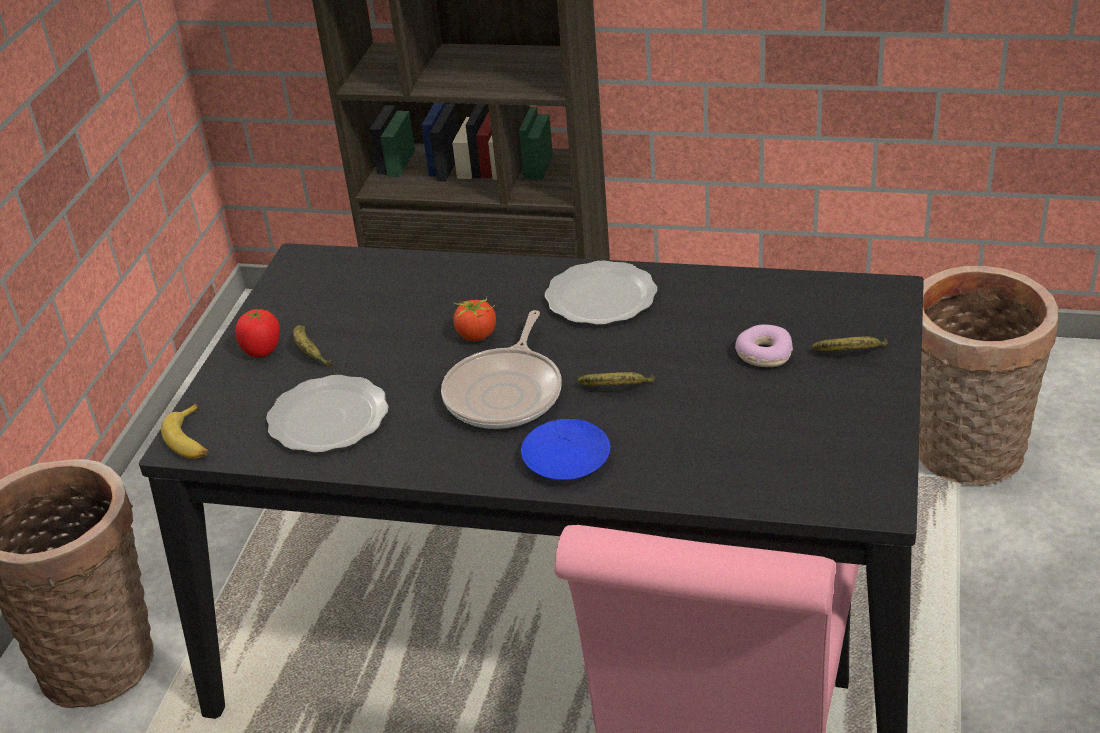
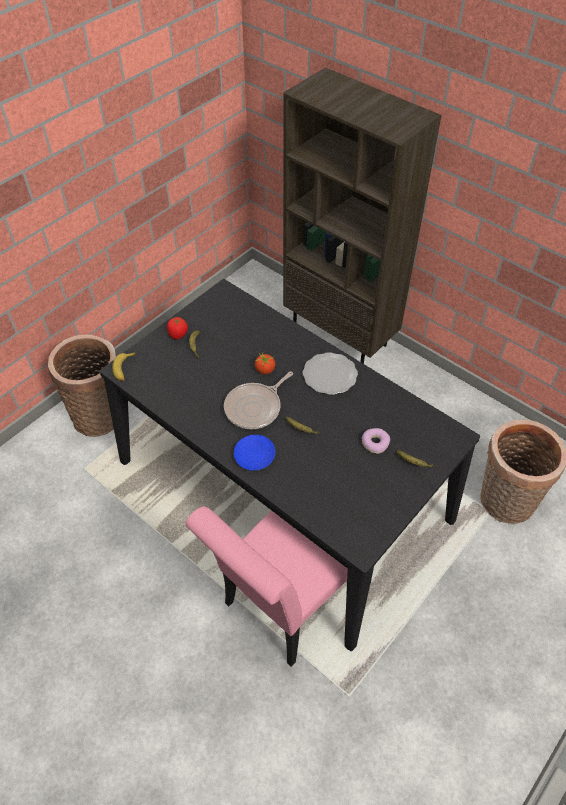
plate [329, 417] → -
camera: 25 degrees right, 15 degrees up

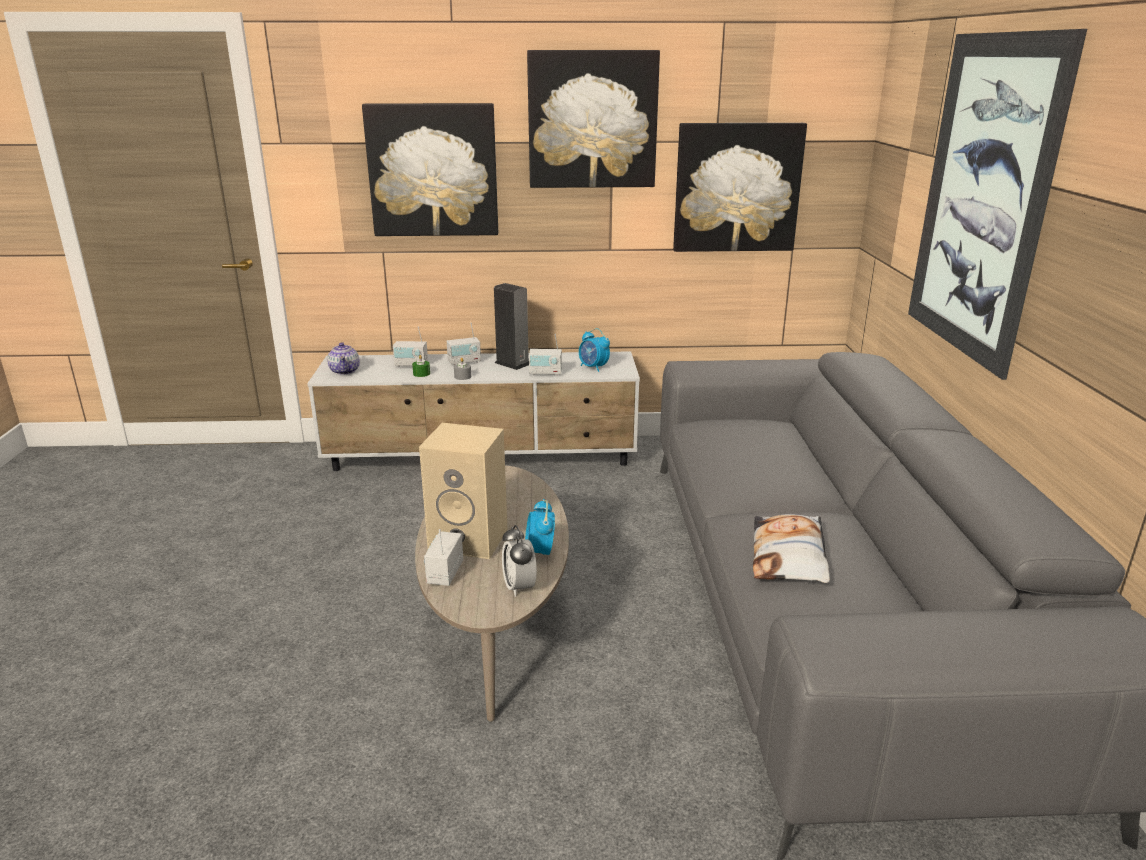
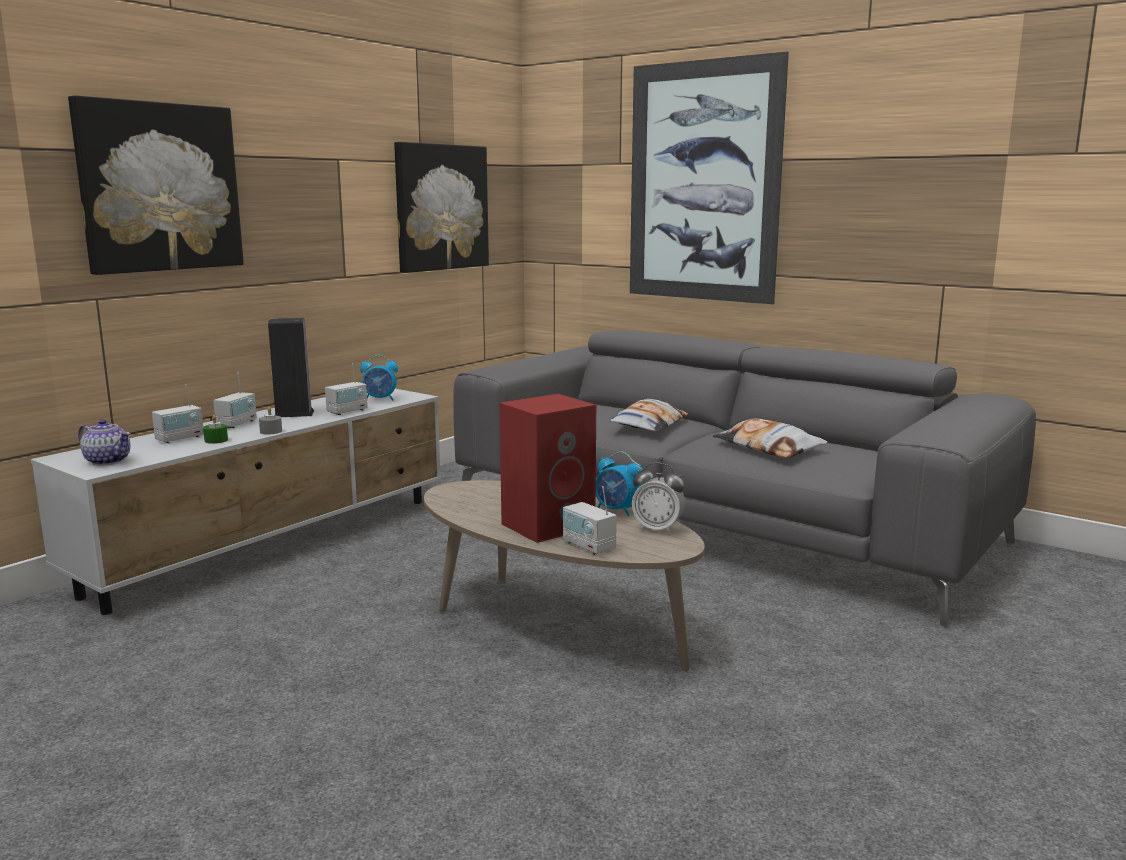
beige_speaker [470, 539] → red_speaker [548, 524]
picture [592, 120] → -
- → pillow [649, 425]
camera: 50 degrees left, 10 degrees down

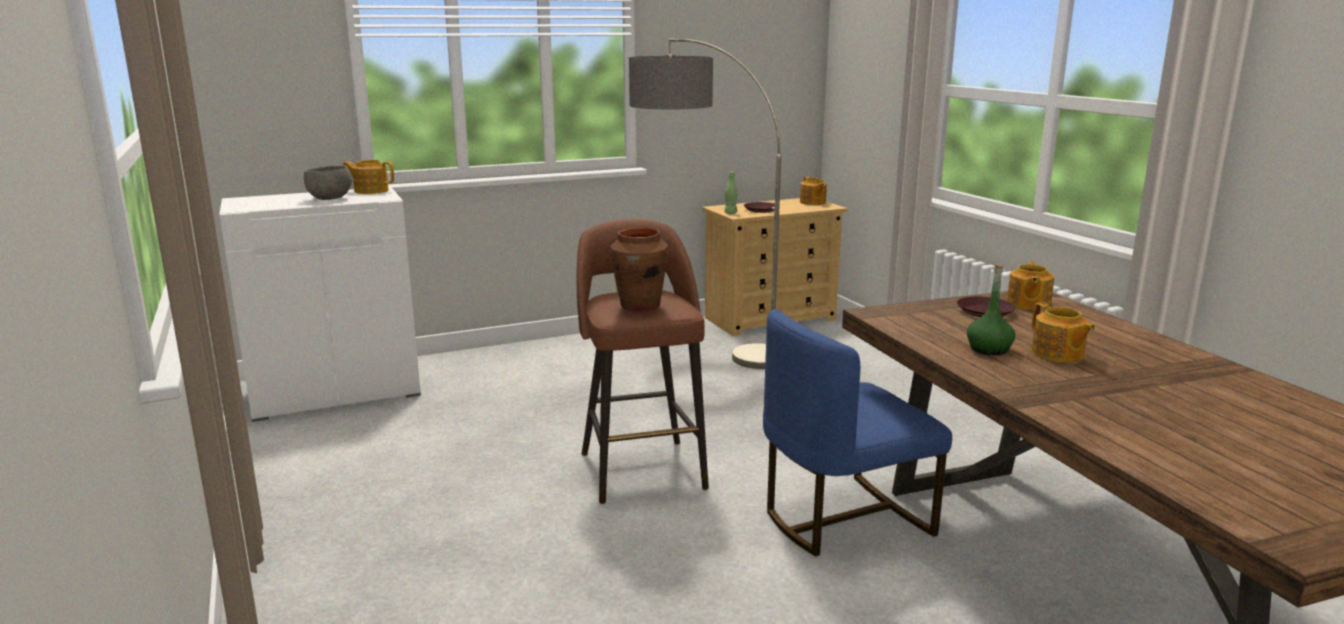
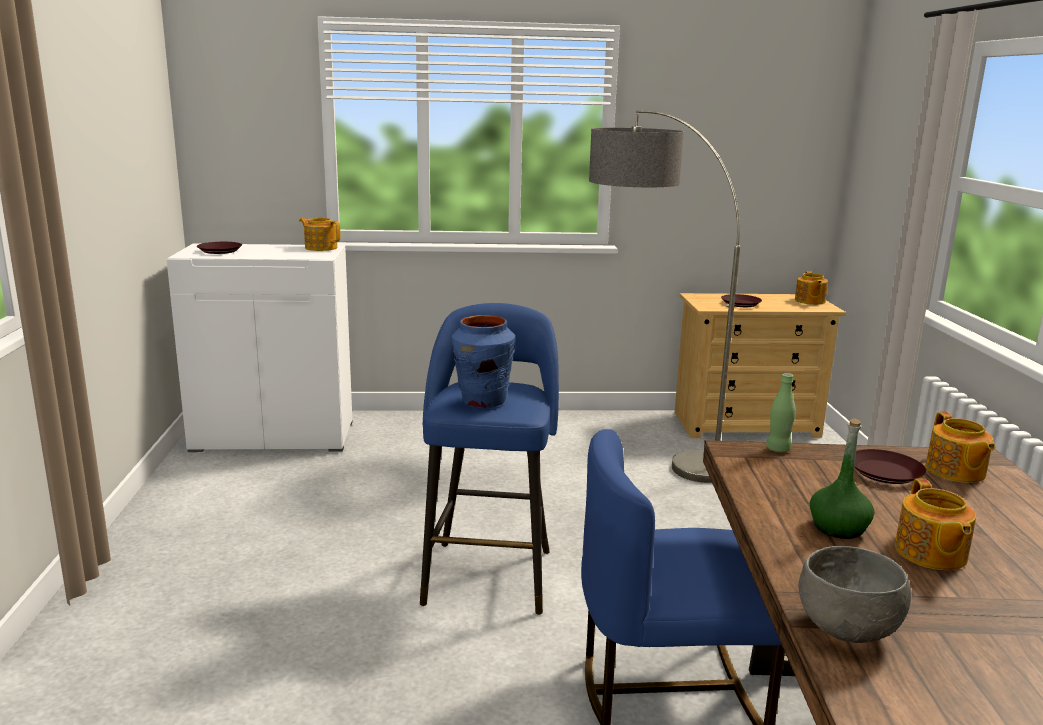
grey_bowl [330, 199] → grey_bowl [847, 629], shifted
brown_stool [641, 468] → blue_stool [489, 574]
brown_vase [640, 306] → blue_vase [483, 401]
green_bottle [730, 213] → green_bottle [778, 449], shifted
teapot [1027, 304] → teapot [955, 471], 45 degrees counterclockwise
- → brown_plate [220, 251]
camera: 20 degrees right, 0 degrees up

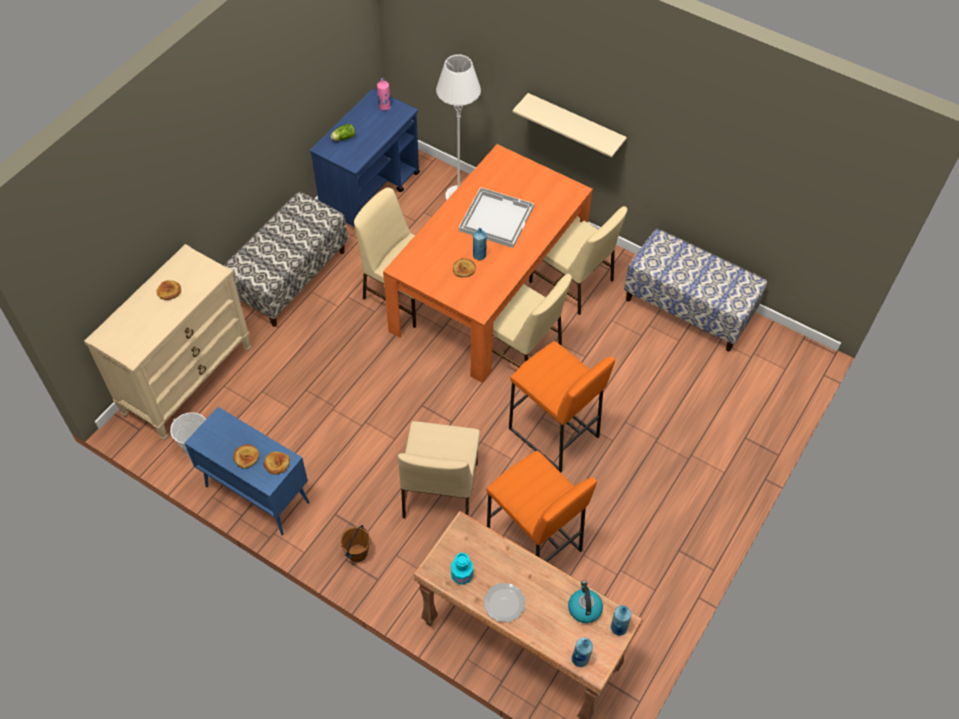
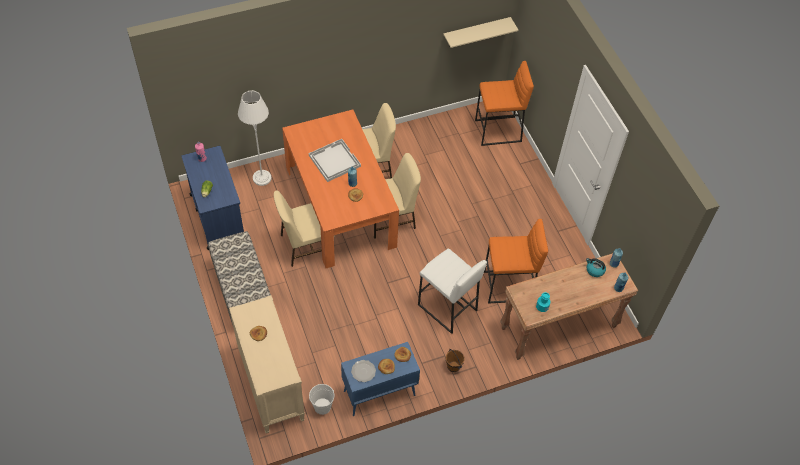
beige_chair [439, 491] → white_stool [447, 308]
plate [505, 603] → plate [363, 371], shifted
orange_stool [553, 433] → orange_stool [498, 131], shifted
beige_shelf [575, 125] → beige_shelf [476, 32], shifted
bench [688, 308] → -
camera: 55 degrees left, 0 degrees up

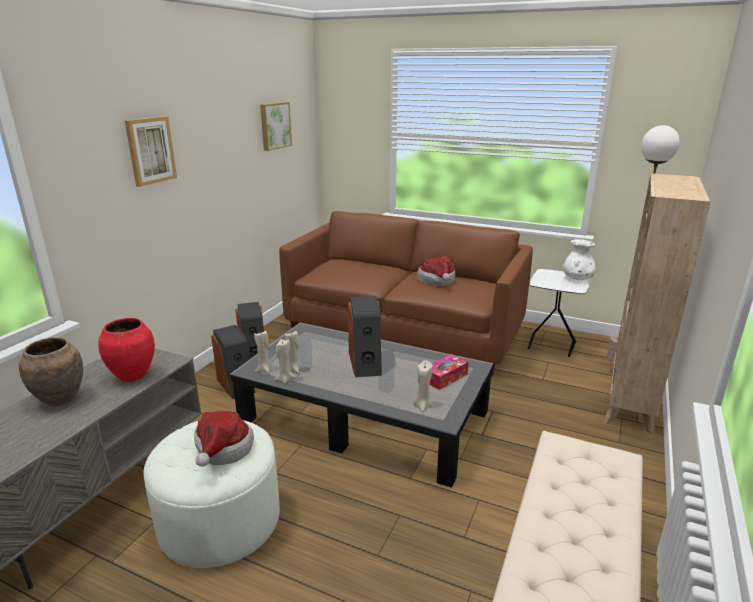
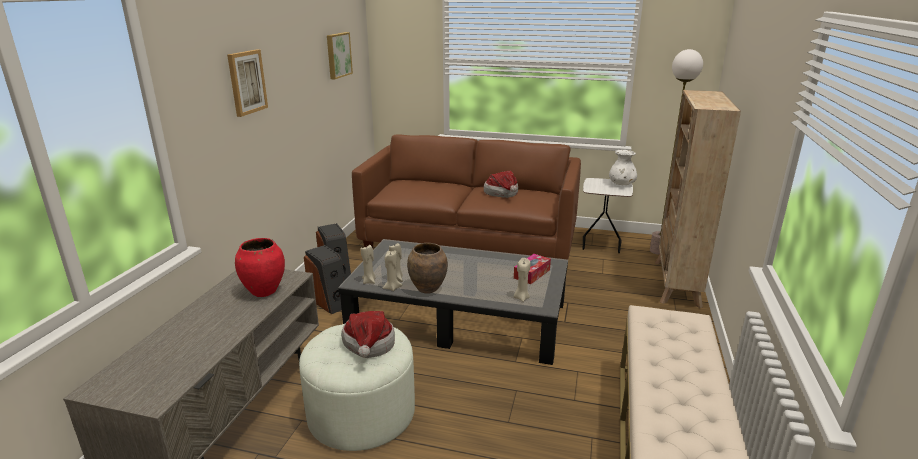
brown_vase [61, 399] → brown_vase [428, 288], shifted
speaker [366, 363] → -
camera: 10 degrees left, 0 degrees up

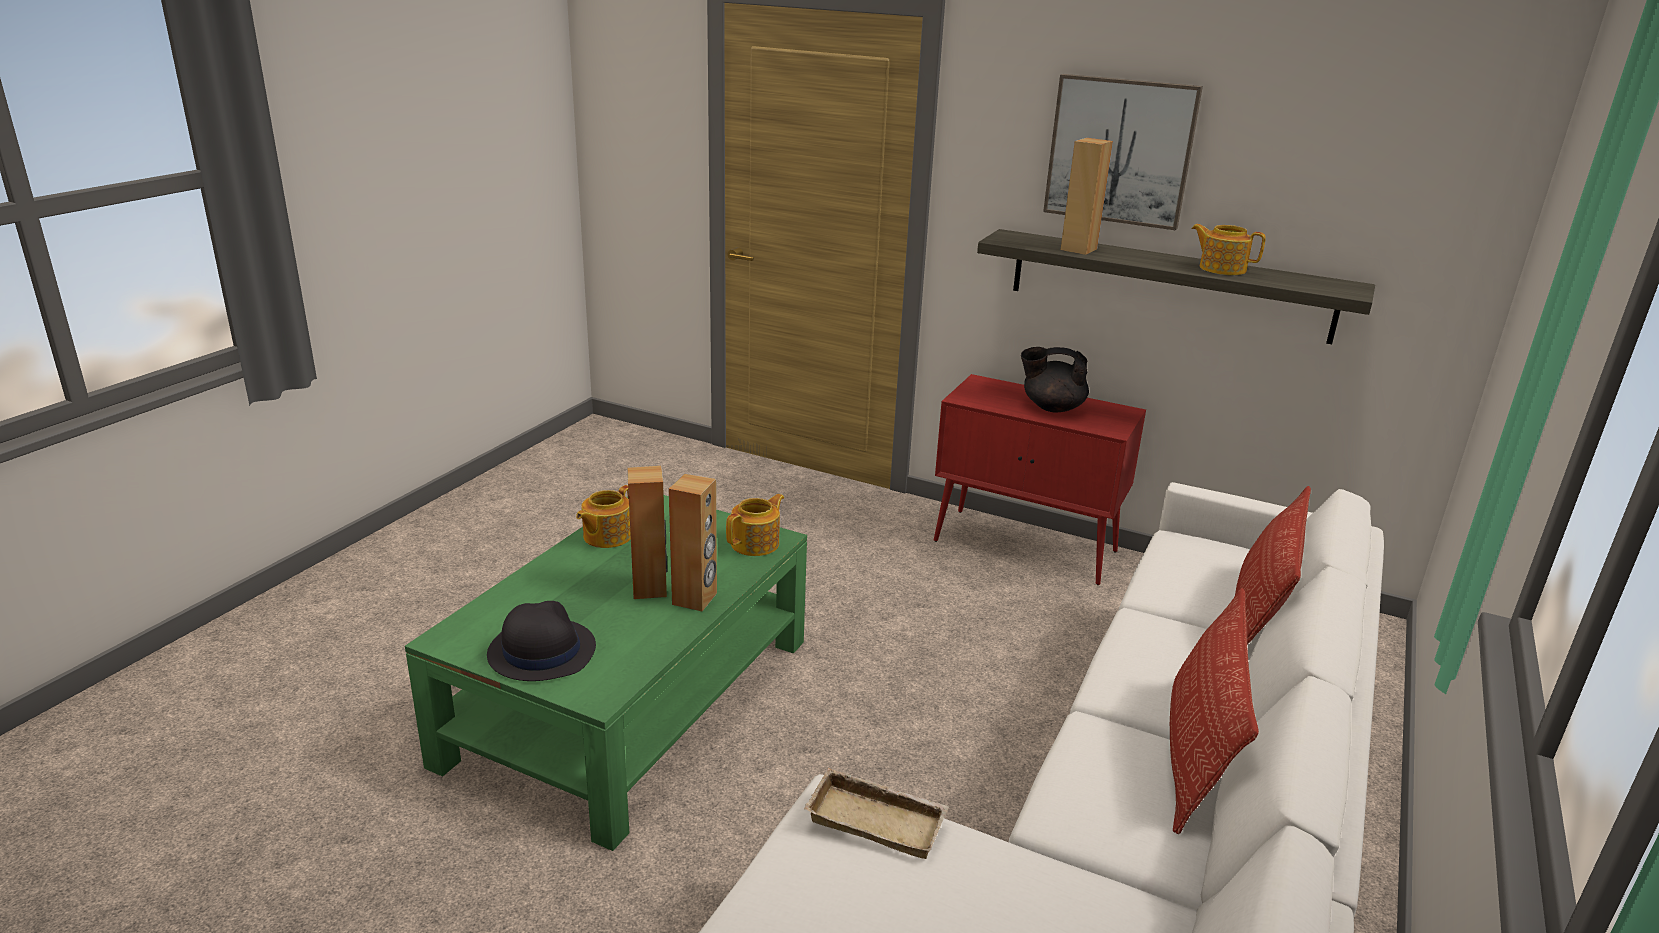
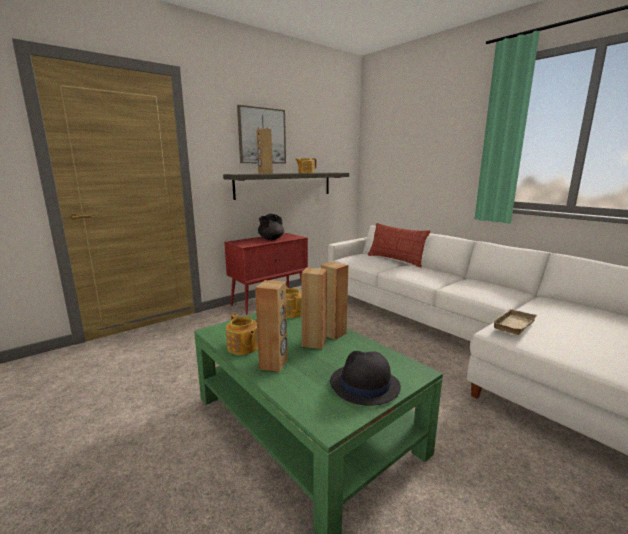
pillow [1196, 754] → -
- → brown_speaker [274, 364]
camera: 65 degrees left, 10 degrees down

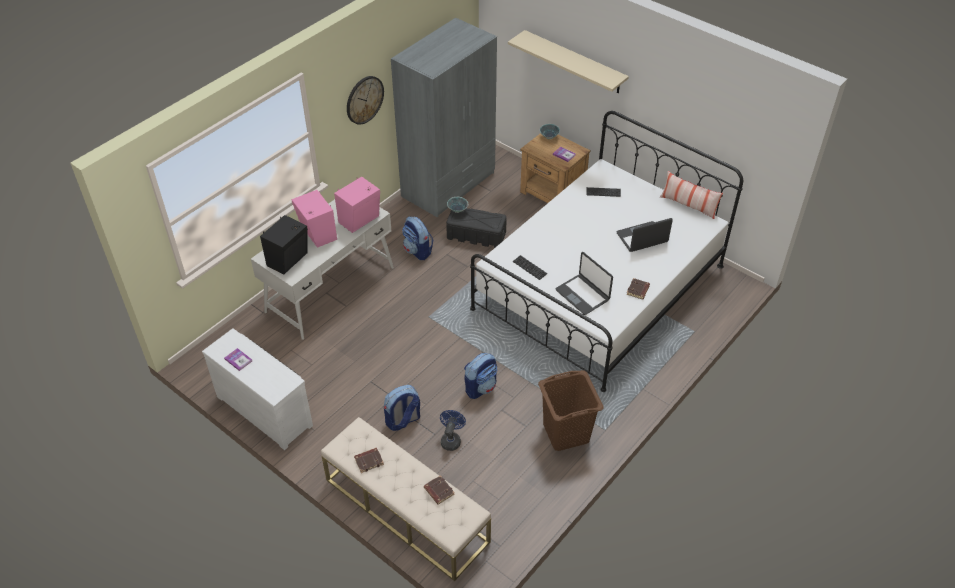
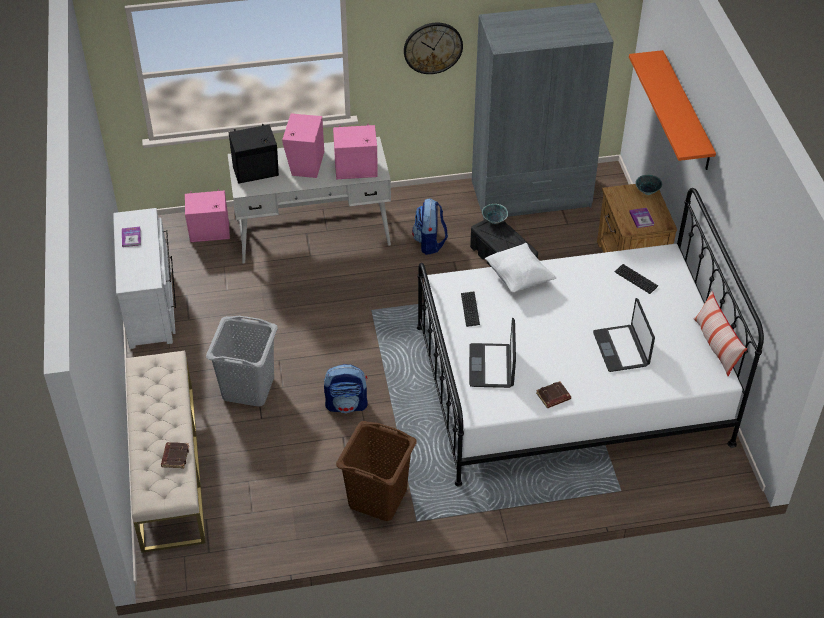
brown_book [369, 461] → -
backpack [403, 420] → grey_laundry_basket [248, 388]
blue_fan [451, 439] → -
beige_shelf [574, 62] → orange_shelf [686, 111]
laptop [642, 238] → laptop [621, 349], 120 degrees counterclockwise
- → pink_speaker [210, 234]
- → white_pillow [518, 278]
camera: 40 degrees right, 0 degrees up

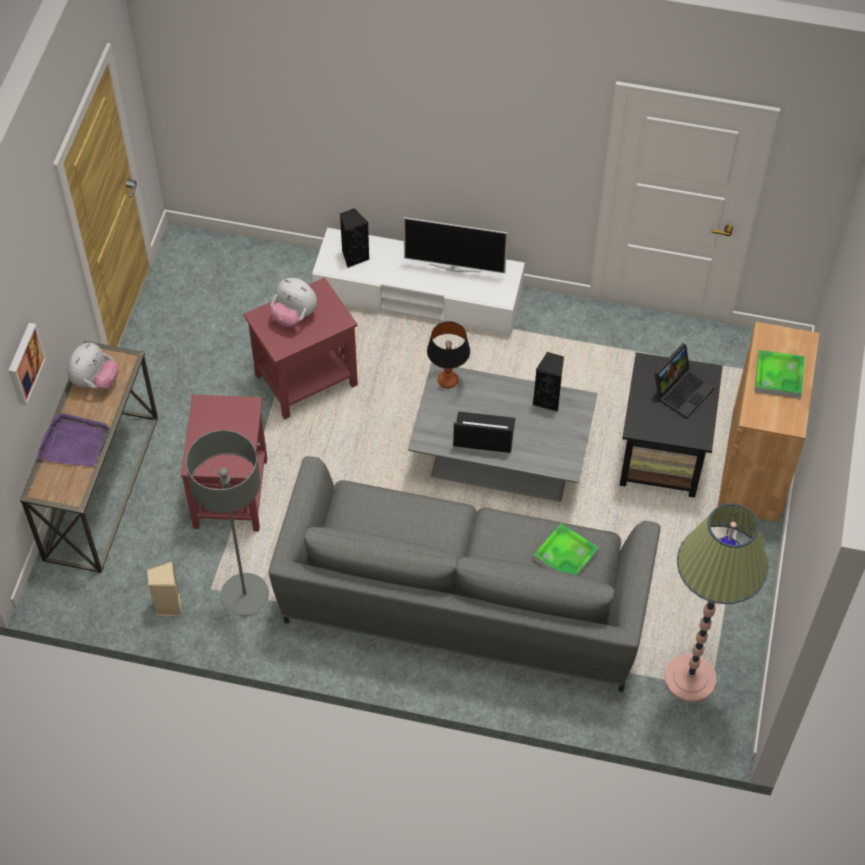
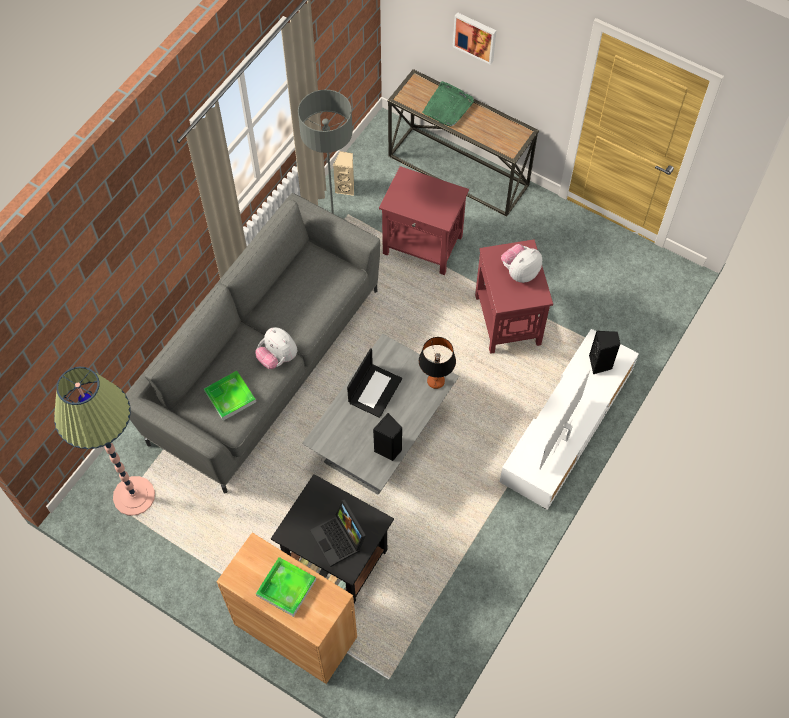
purple_tray [74, 443] → green_tray [448, 106]
plush_toy [95, 381] → plush_toy [278, 357], shifted
camera: 110 degrees right, 5 degrees up

